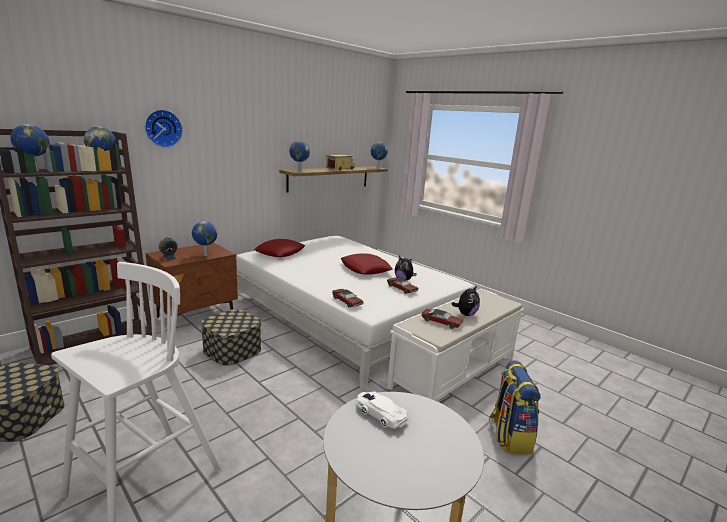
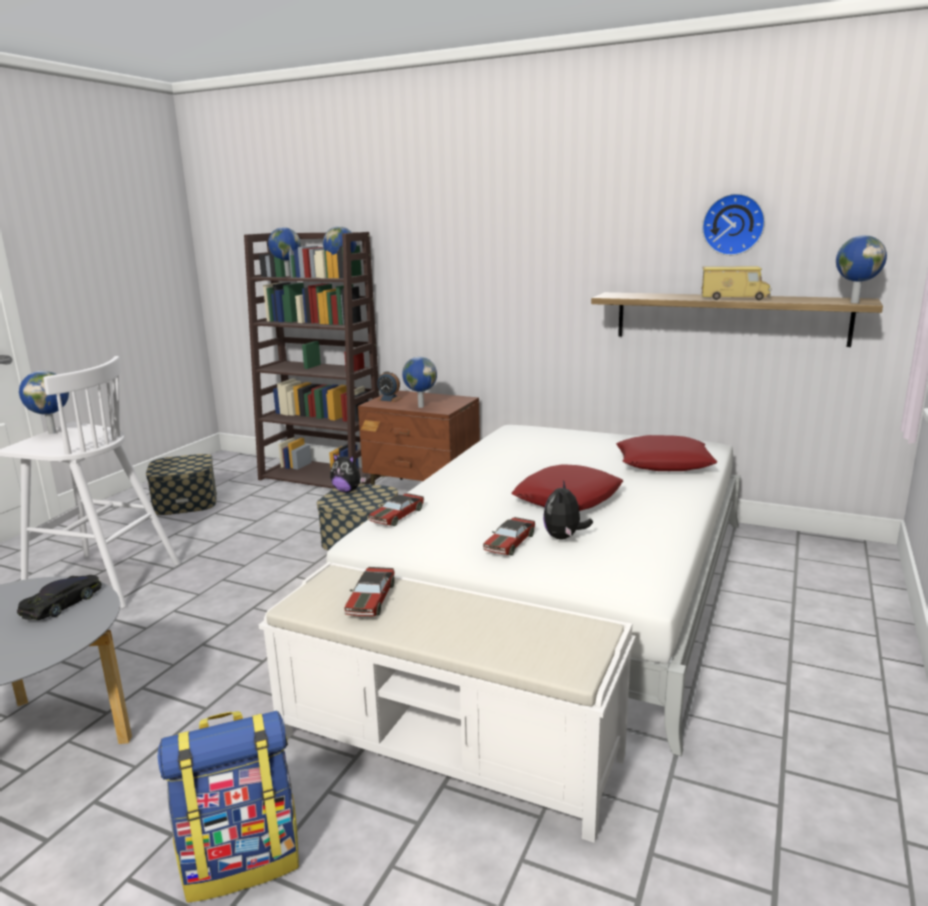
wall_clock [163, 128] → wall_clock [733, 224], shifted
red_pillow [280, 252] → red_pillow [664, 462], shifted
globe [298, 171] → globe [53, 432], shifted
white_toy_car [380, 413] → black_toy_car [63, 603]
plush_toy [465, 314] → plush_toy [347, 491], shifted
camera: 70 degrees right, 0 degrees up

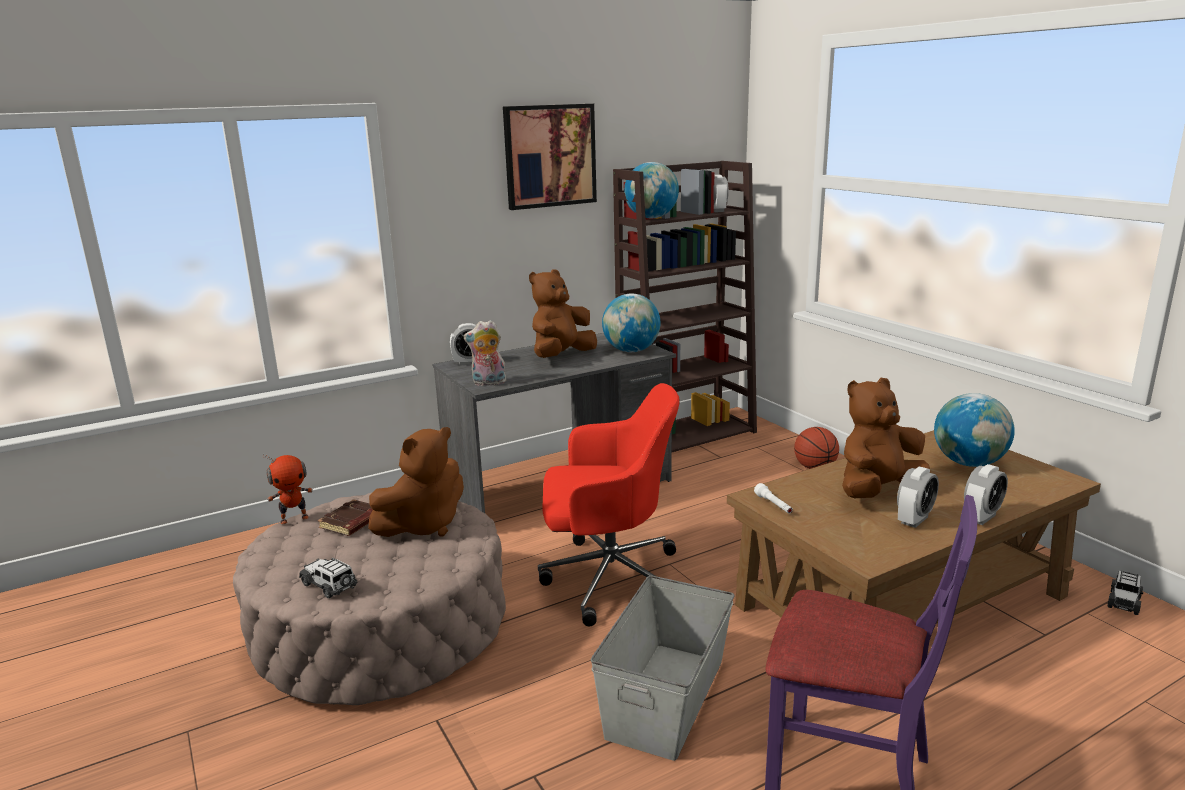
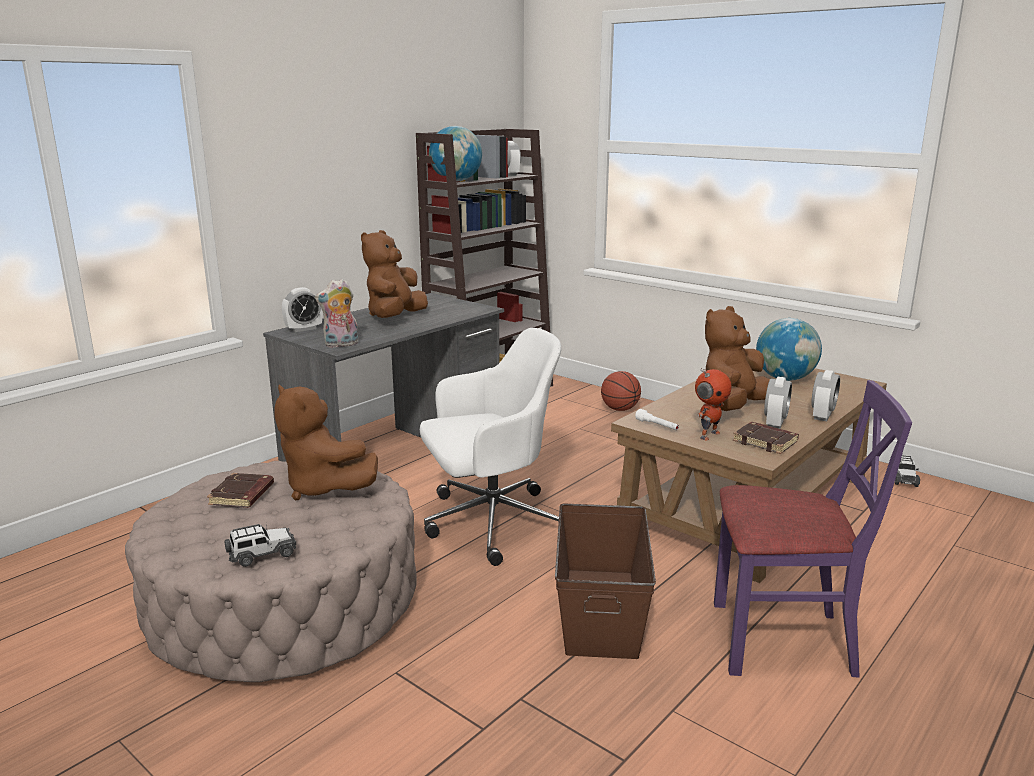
toy_robot [294, 519] → toy_robot [708, 435], shifted
toy_car [330, 586] → toy_car [262, 554], 135 degrees clockwise
brown_plush_toy [424, 525] → brown_plush_toy [323, 488], 105 degrees clockwise
picture [550, 156] → -
red_office_chair [609, 579] → white_office_chair [490, 523]
grey_storage_box [667, 697] → brown_storage_box [601, 610]
globe [631, 351] → -
- → brown_book [766, 442]
camera: 20 degrees left, 0 degrees up

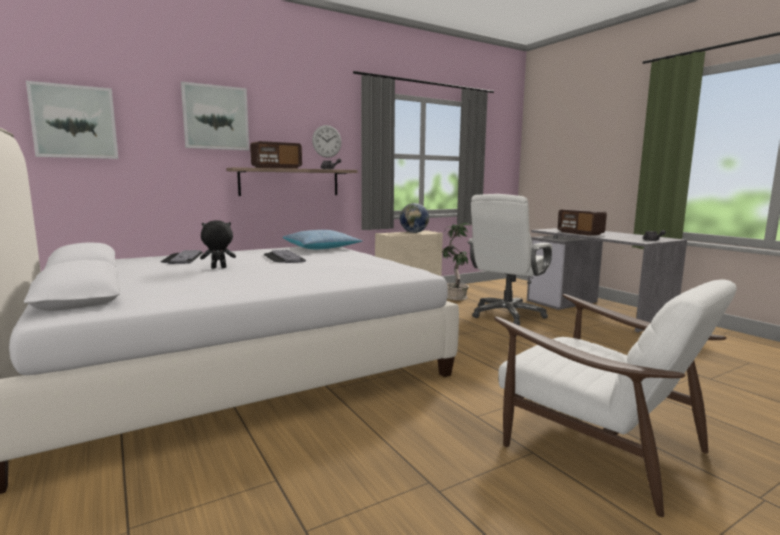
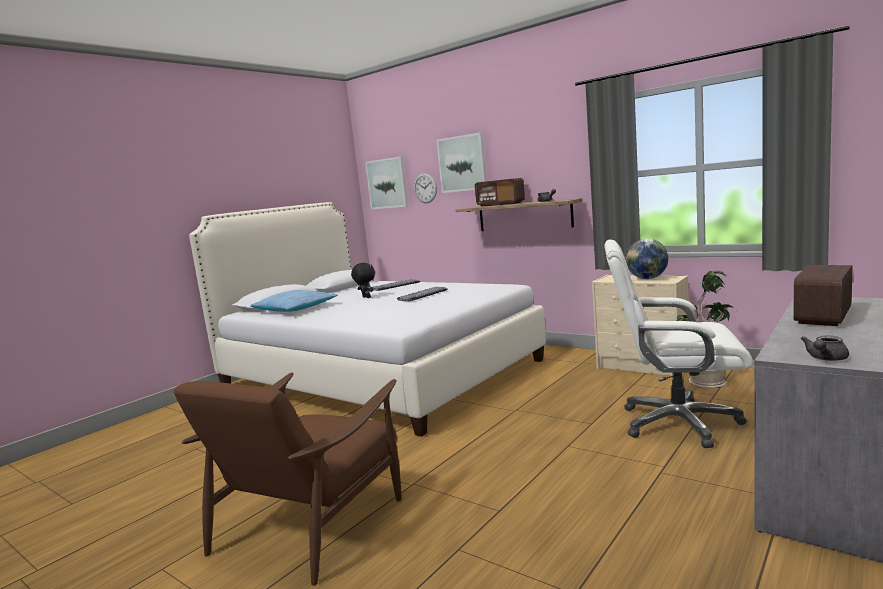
pillow [321, 248] → pillow [295, 309], shifted
wall_clock [327, 141] → wall_clock [425, 188], shifted
white_armchair [598, 444] → brown_armchair [310, 521]
camera: 70 degrees right, 0 degrees up

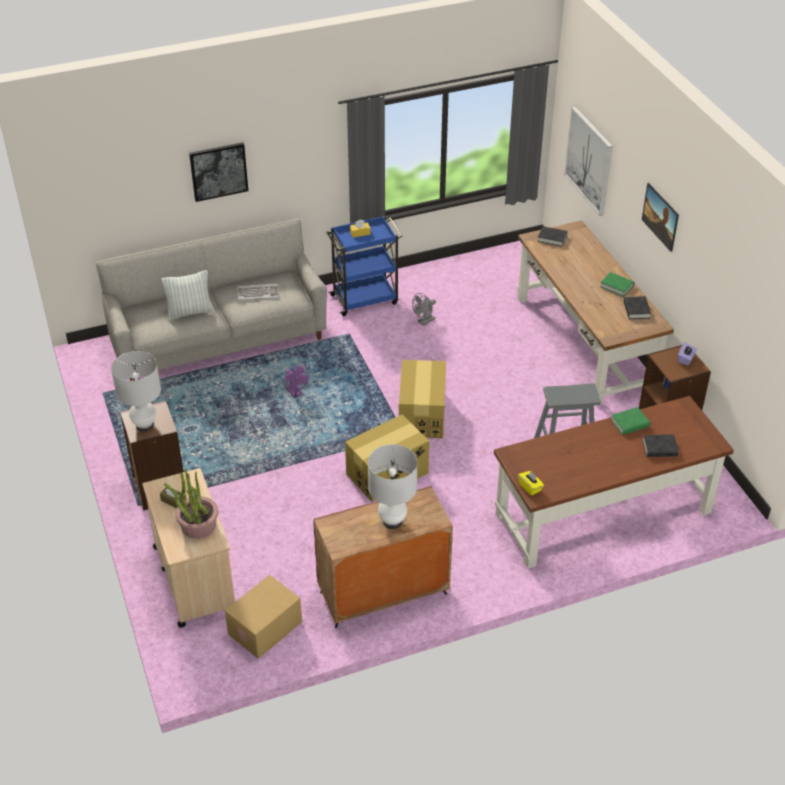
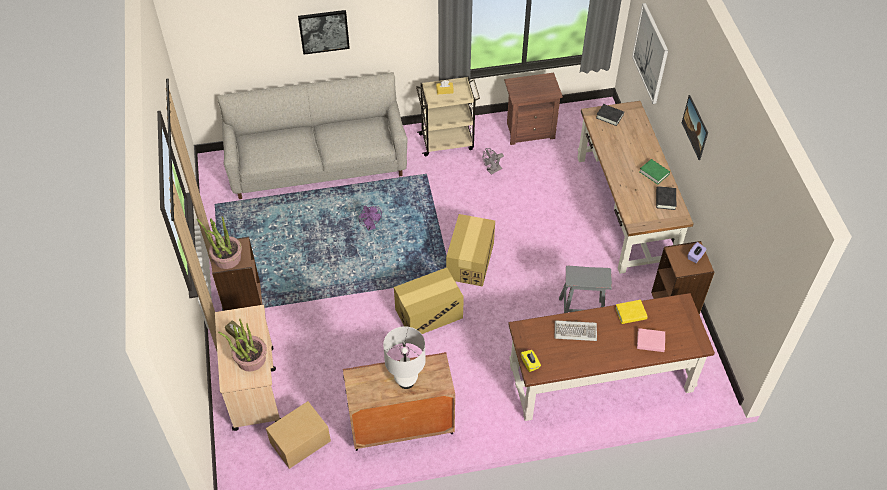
white_table_lamp [144, 425] → potted_plant [227, 258]
pillow [190, 312] → -
keyboard [258, 293] → keyboard [575, 331], shifted
blue_cart [365, 299] → beige_cart [447, 141]
green_book [629, 423] → yellow_book [630, 313]
black_book [659, 448] → pink_book [650, 342]
- → brown_nightstand [529, 130]
camera: 10 degrees right, 10 degrees up

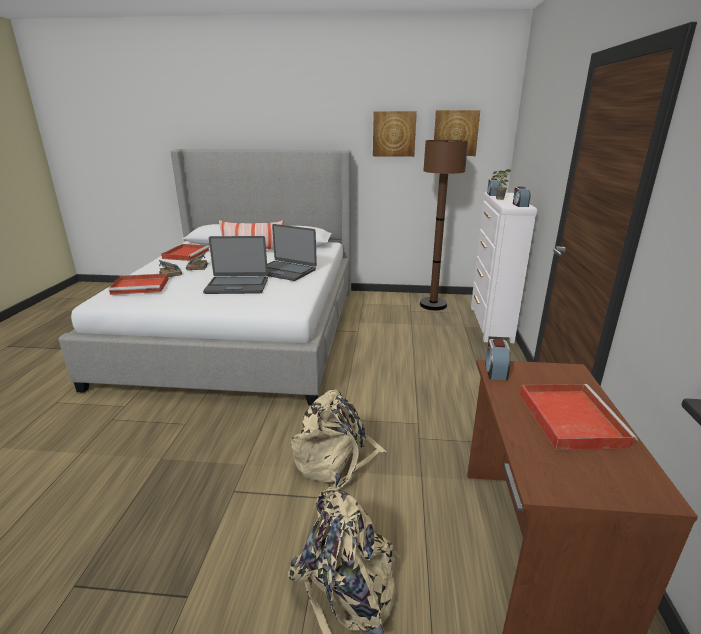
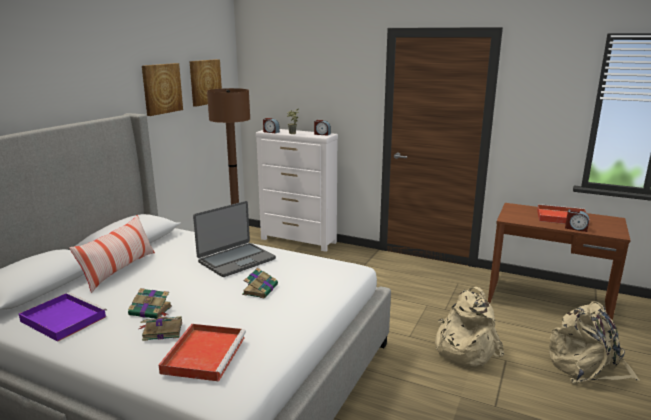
red_tray [186, 254] → purple_tray [62, 319]
laptop [237, 286] → book [260, 289]
alarm_clock [495, 371] → alarm_clock [576, 228], shifted
camera: 70 degrees left, 5 degrees down

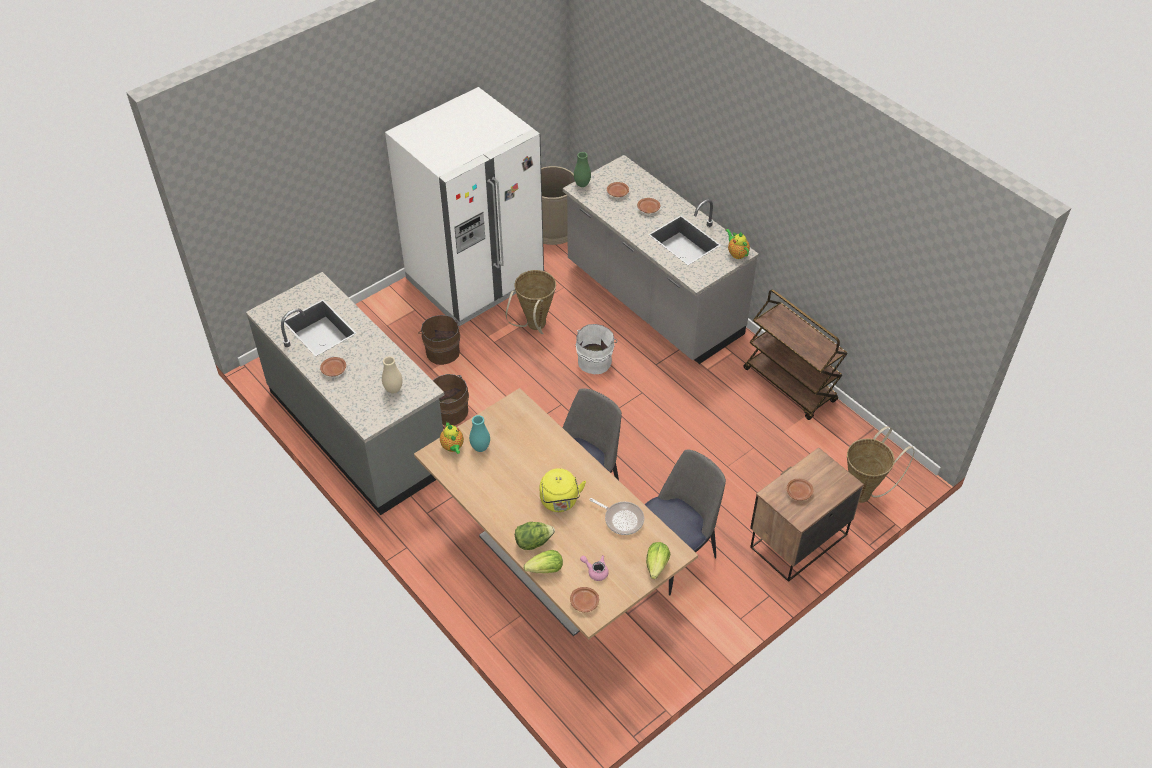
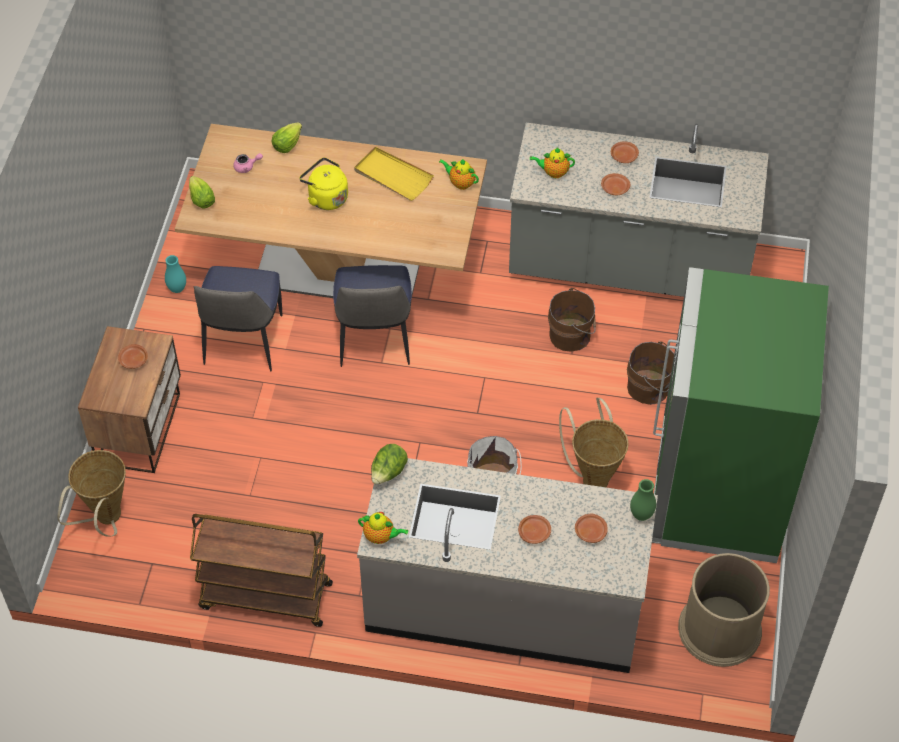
beige_vase [393, 389] → teapot [553, 172]
white_fridge [475, 279] → green_fridge [717, 491]
turquoise_vase [480, 448] → turquoise_vase [177, 289], shifted
lettuce [533, 542] → lettuce [388, 473], shifted
brown_plate [584, 602] → brown_plate [614, 188], shifted
frying_pan [622, 519] → -
- → yellow_tray [393, 176]
camera: 140 degrees right, 5 degrees up

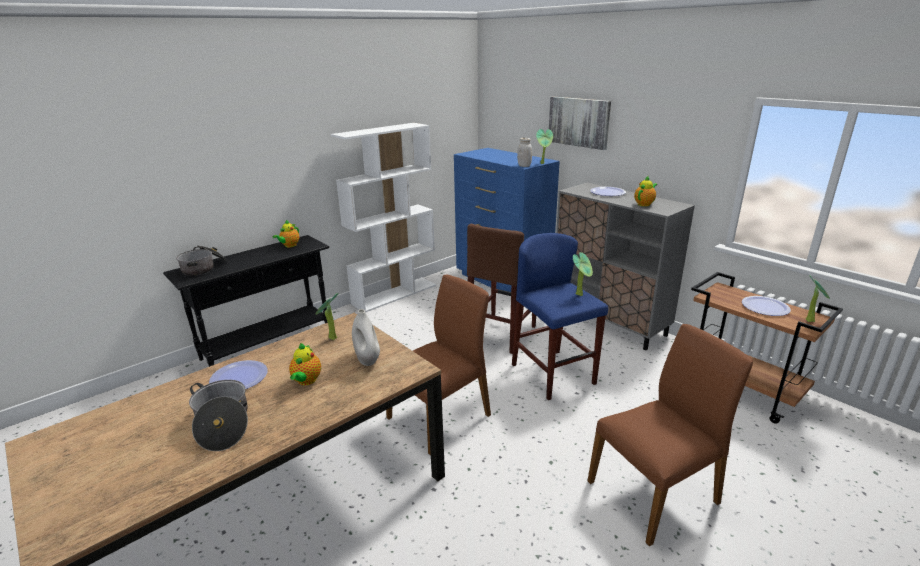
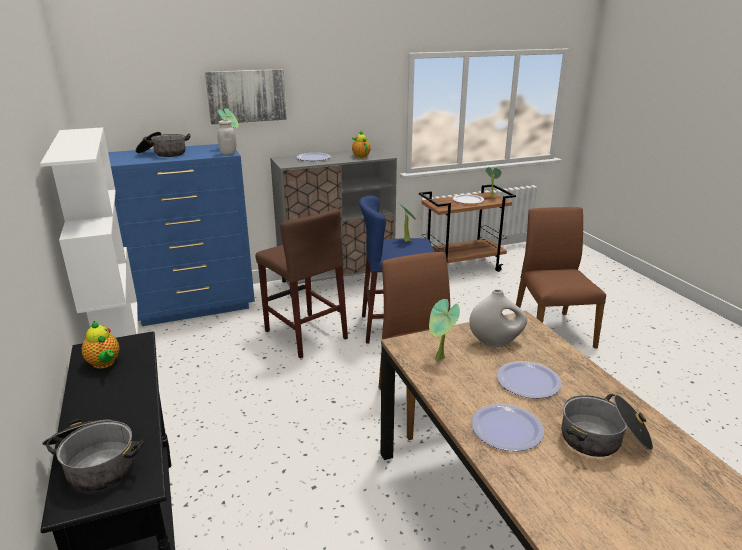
teapot [306, 381] → plate [528, 381]
- → cooking_pot [163, 154]
camera: 70 degrees left, 0 degrees up

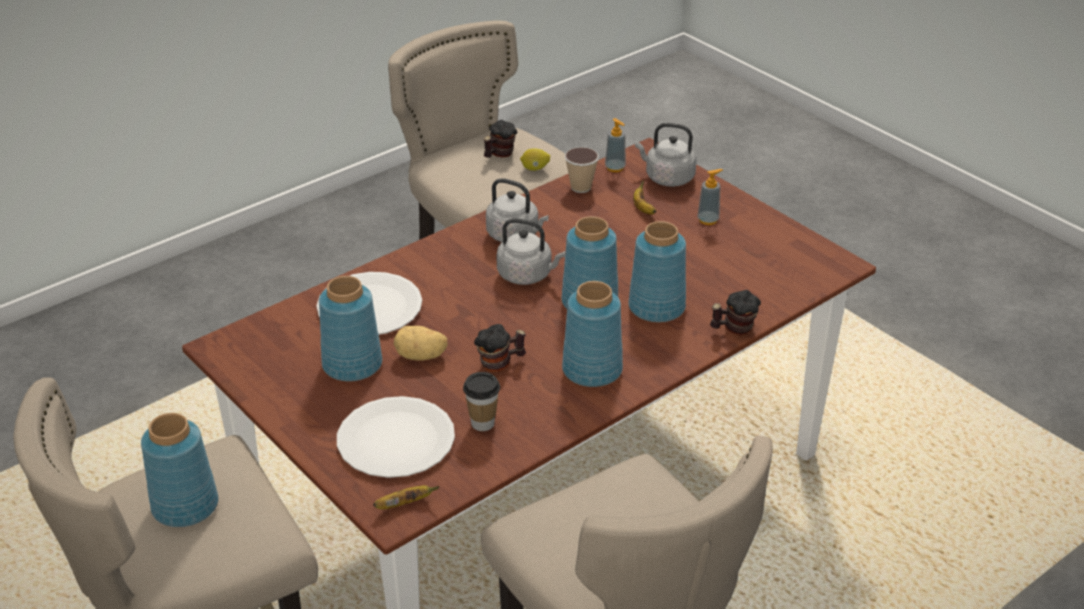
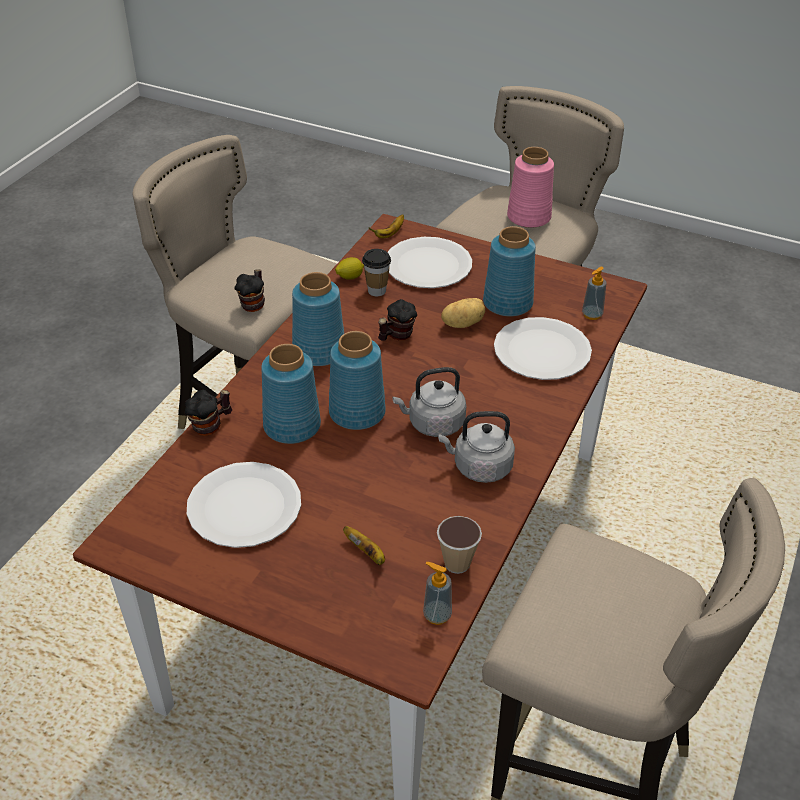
blue_vase [186, 506] → pink_vase [528, 217]
mug [499, 154] → mug [254, 303], shifted
lemon [535, 169] → lemon [349, 277], shifted
grey_kettle [667, 178] → -
soap_dispenser [708, 220] → soap_dispenser [592, 314], shifted
- → white_plate [245, 506]
camera: 155 degrees right, 5 degrees up

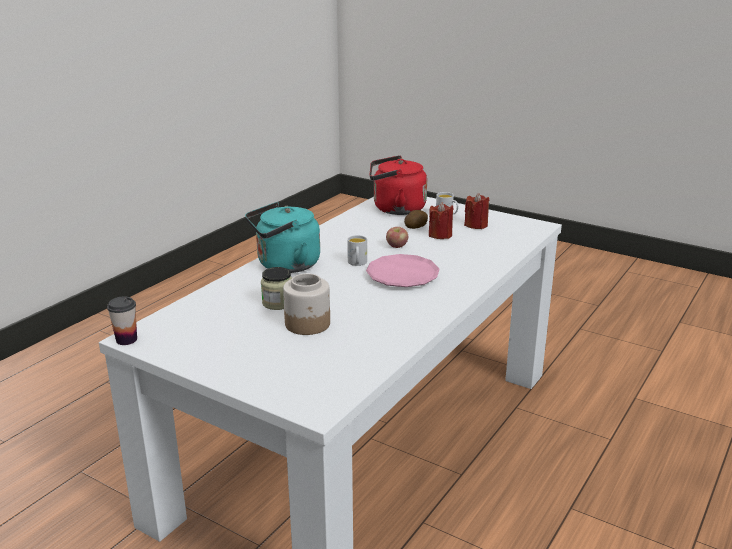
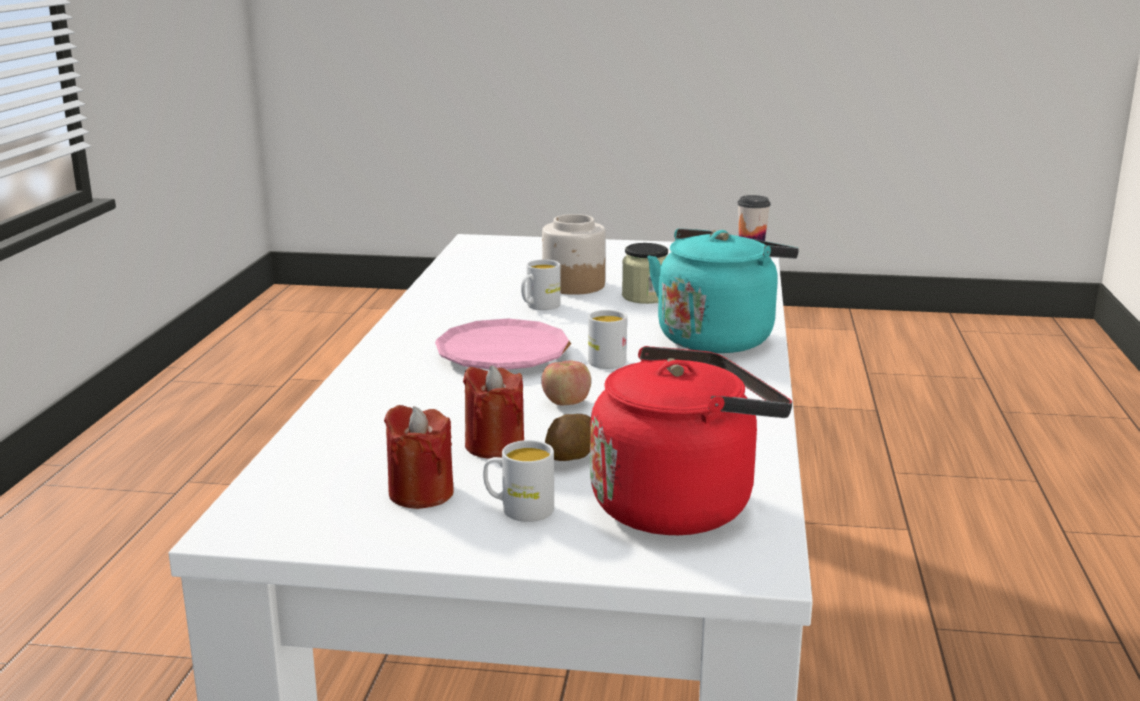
- → white_mug [539, 307]
camera: 155 degrees right, 5 degrees down

